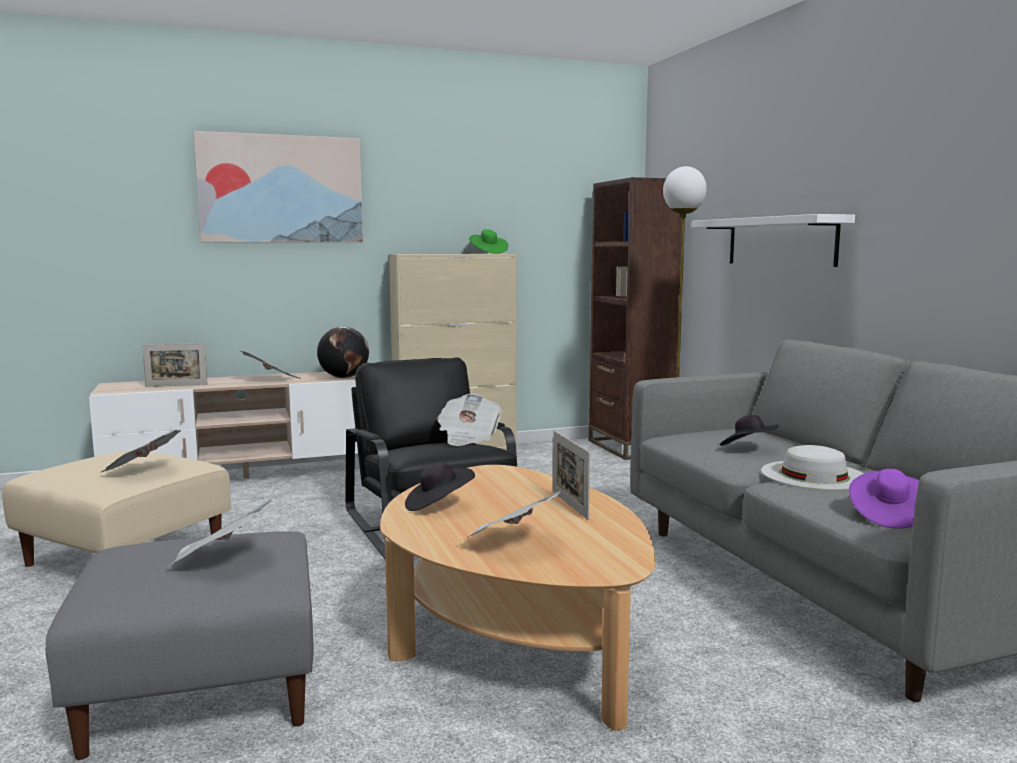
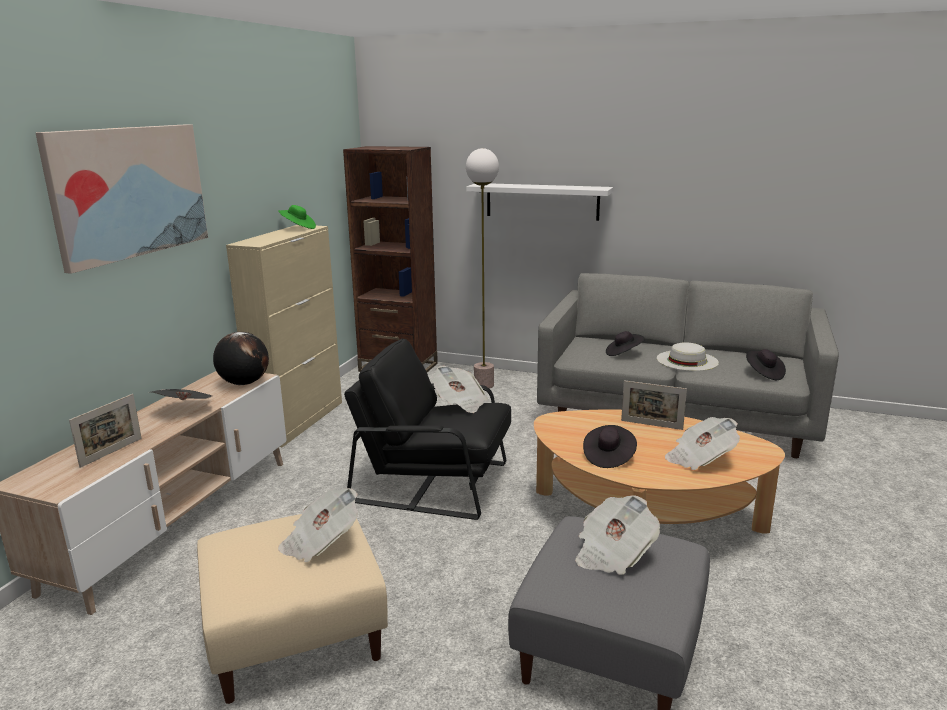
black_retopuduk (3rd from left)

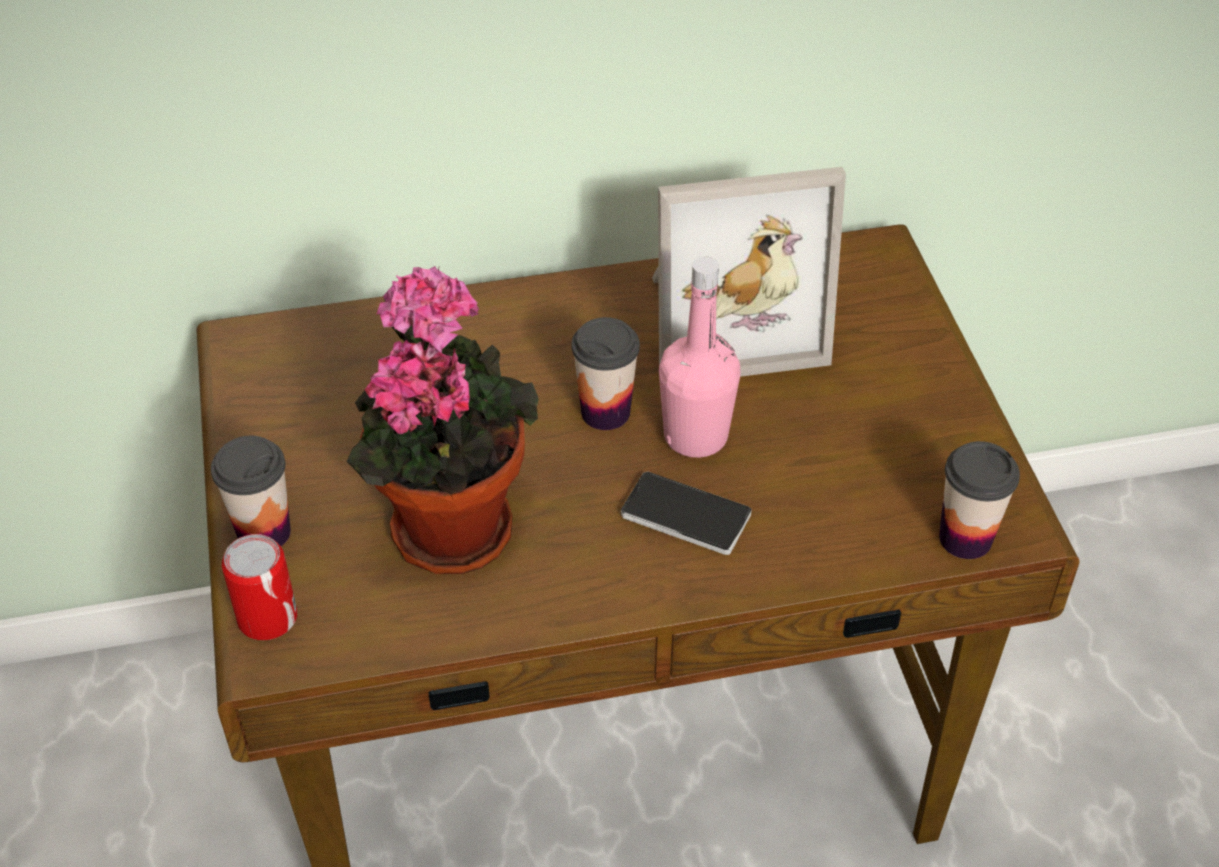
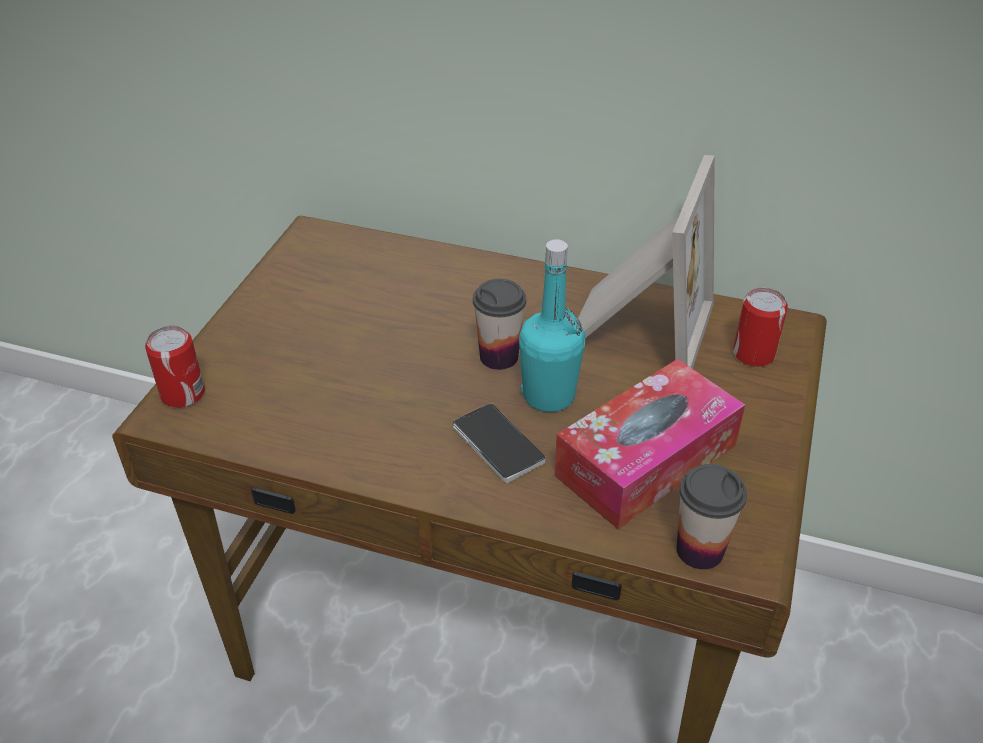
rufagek
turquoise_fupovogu
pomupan
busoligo (1st from left in the first image)
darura (2nd from left)
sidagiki

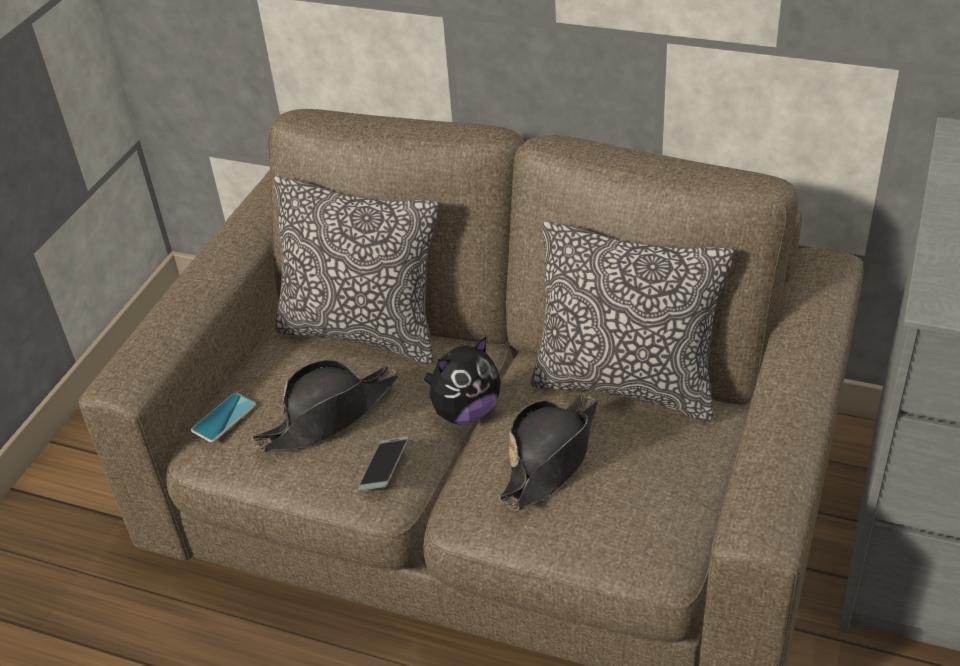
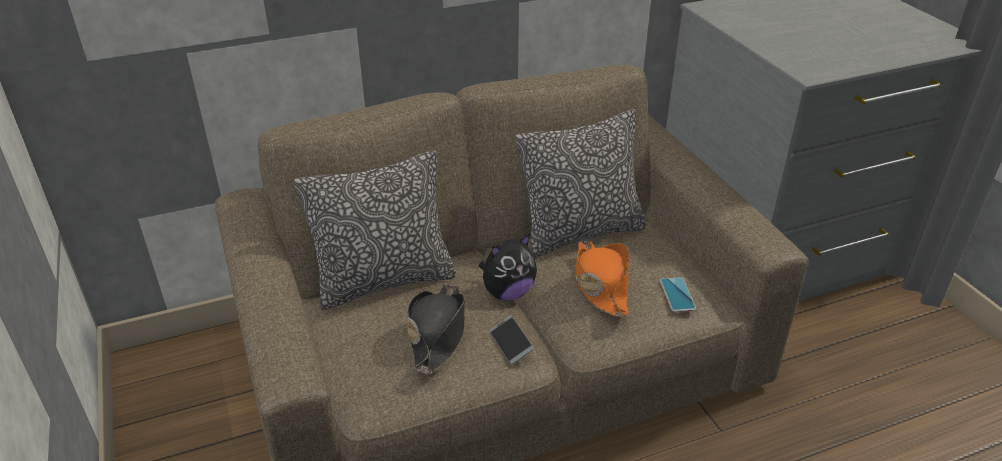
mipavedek
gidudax (2nd from left)
orange_retopuduk

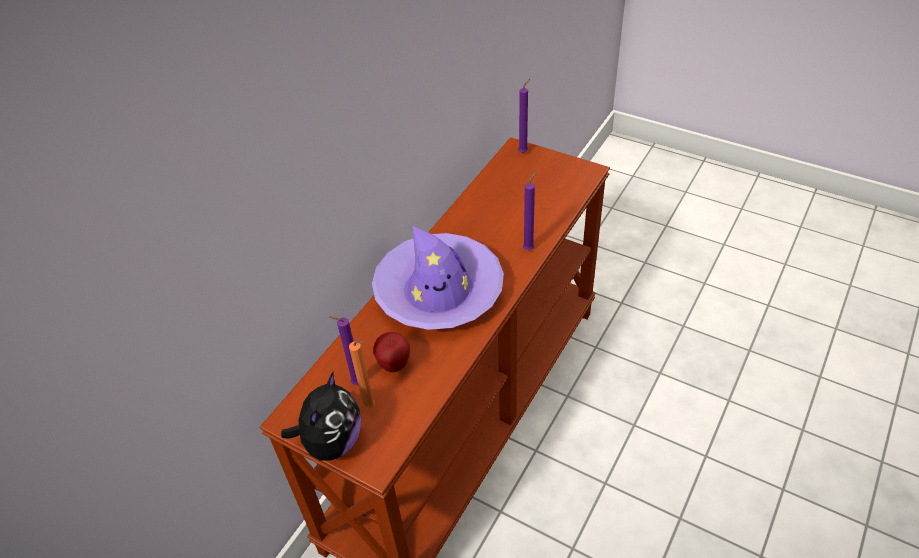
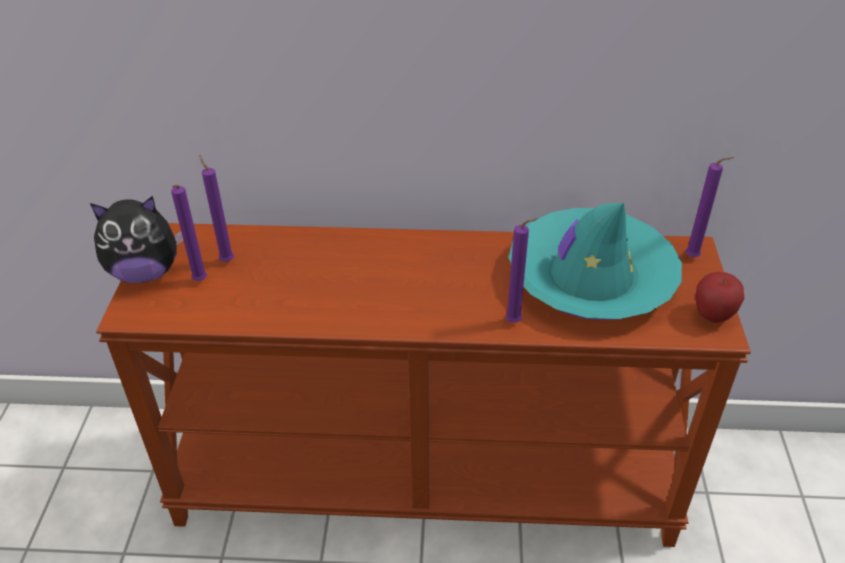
purple_retopuduk
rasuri
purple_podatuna (1st from left)
turquoise_retopuduk

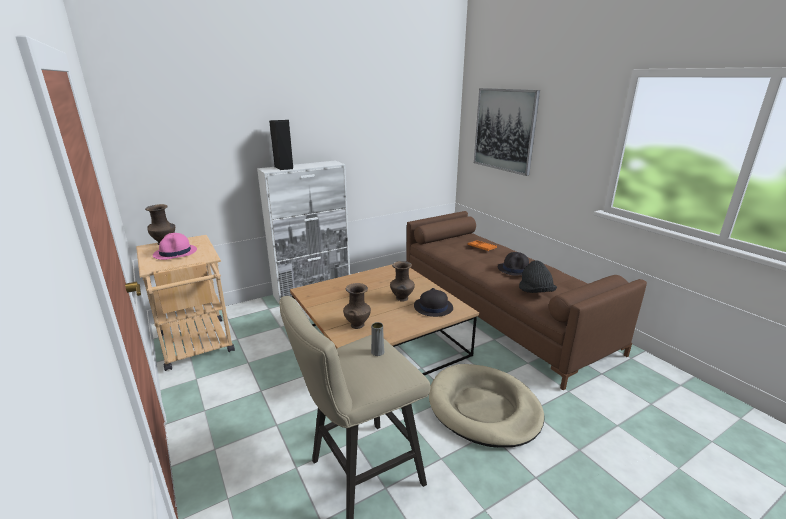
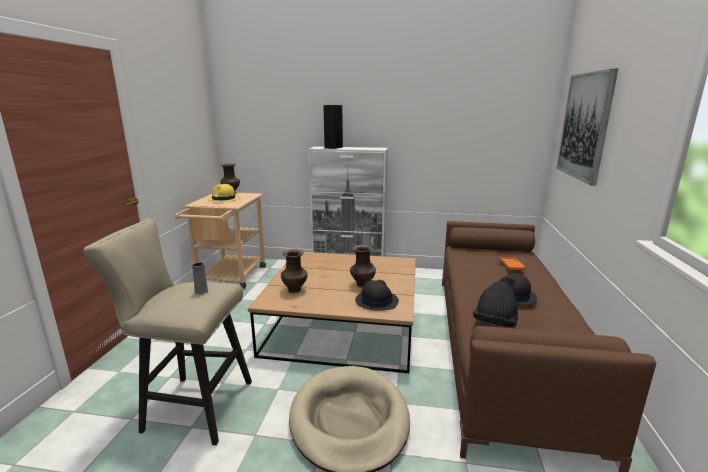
yellow_retopuduk

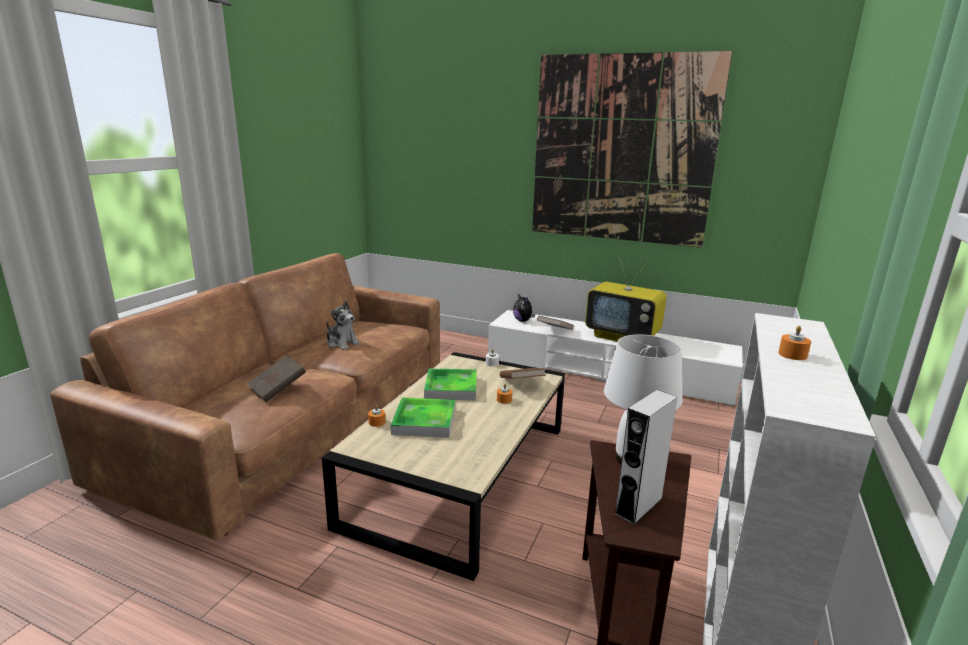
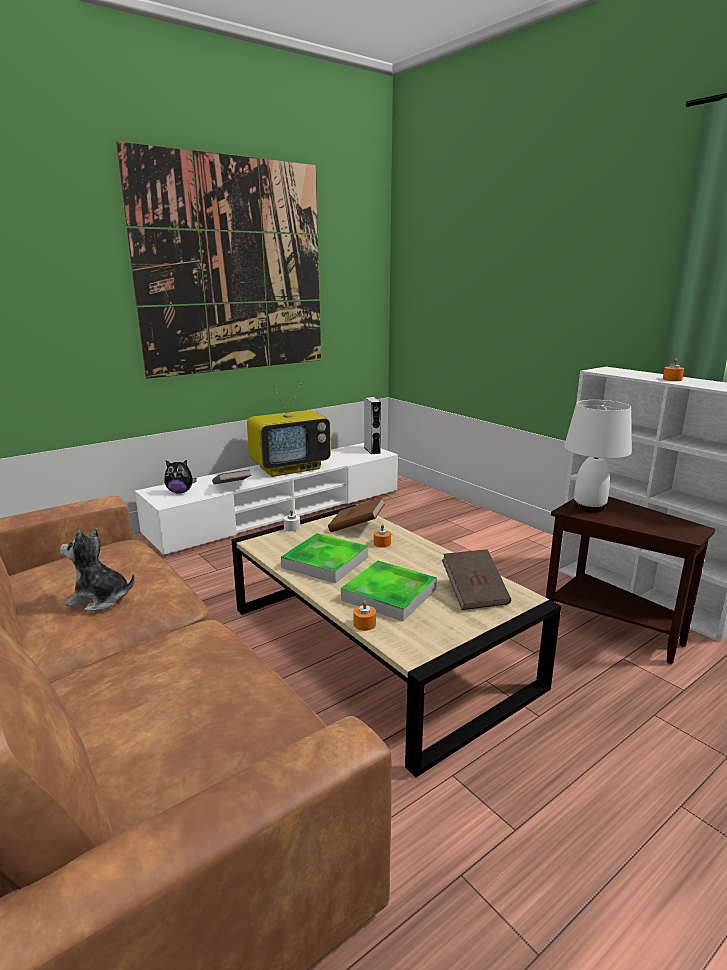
mipavedek (1st from left)
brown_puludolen (2nd from left)
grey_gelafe

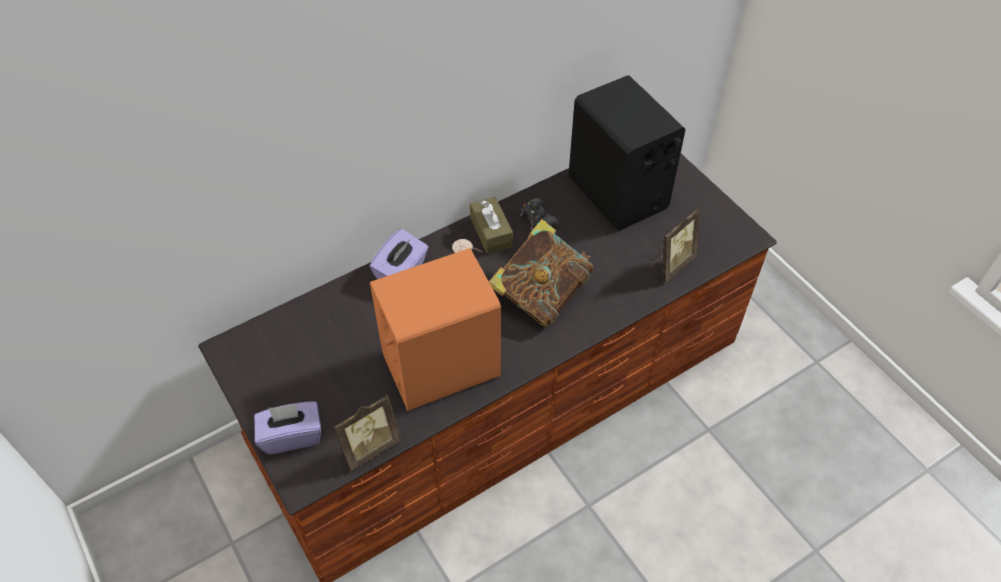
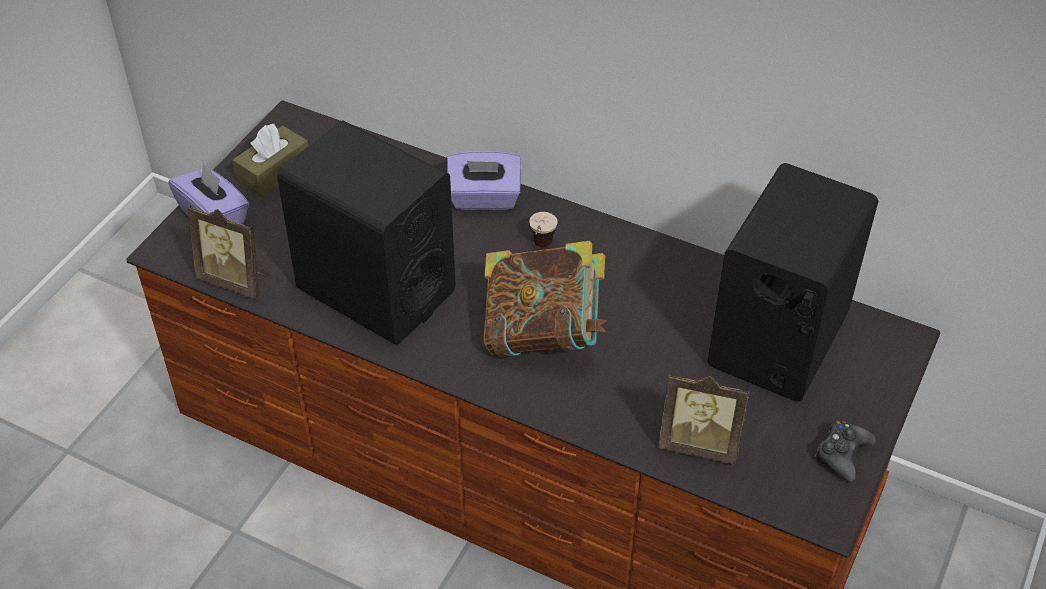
brown_sidagiki
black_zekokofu
black_gelafe (1st from left)

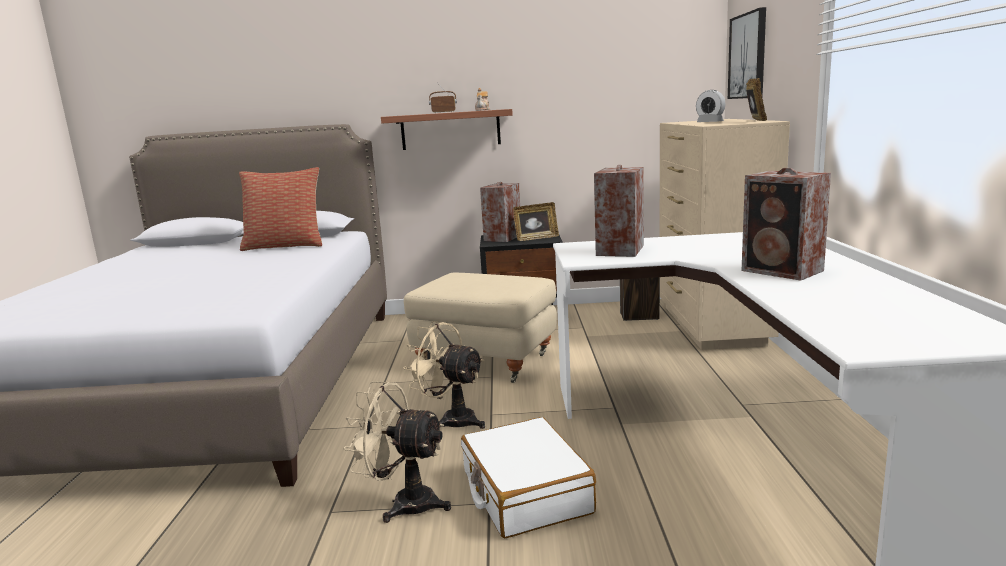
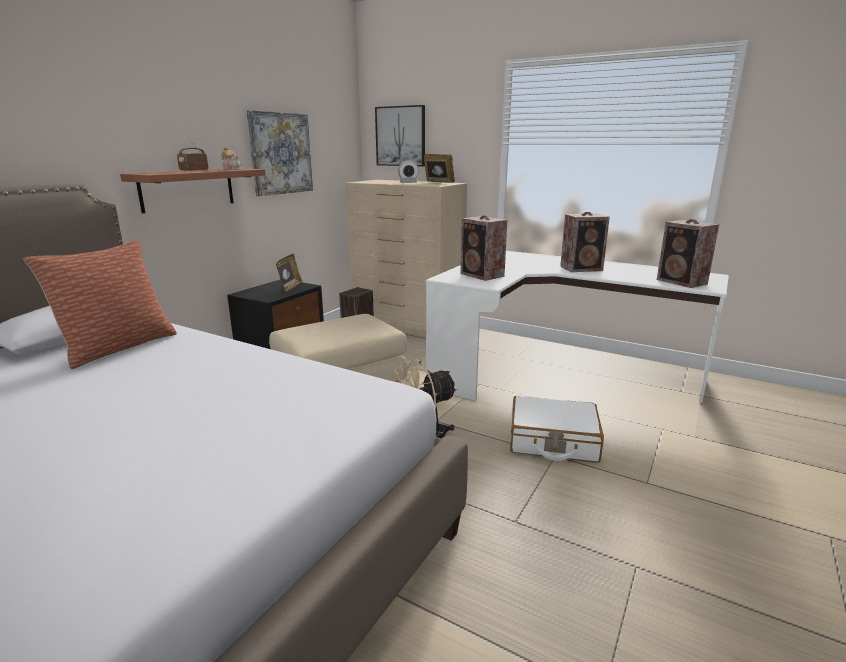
gelafe (4th from left)
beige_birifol (1st from left in the first image)
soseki (1st from left)

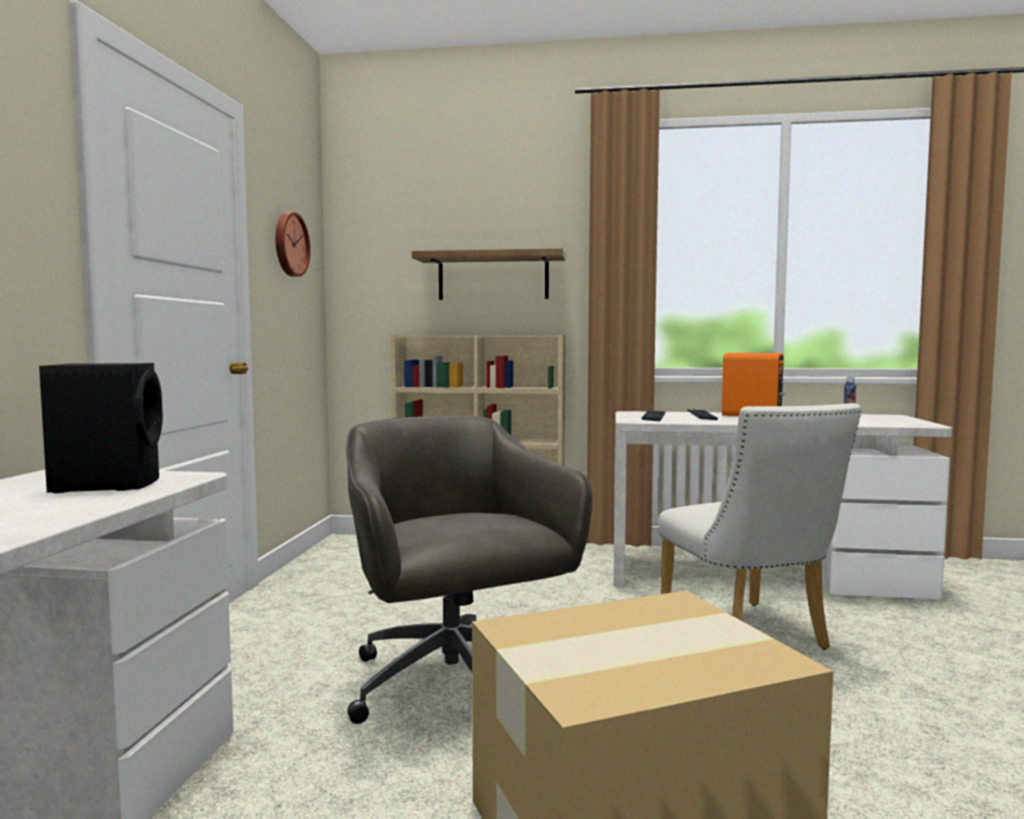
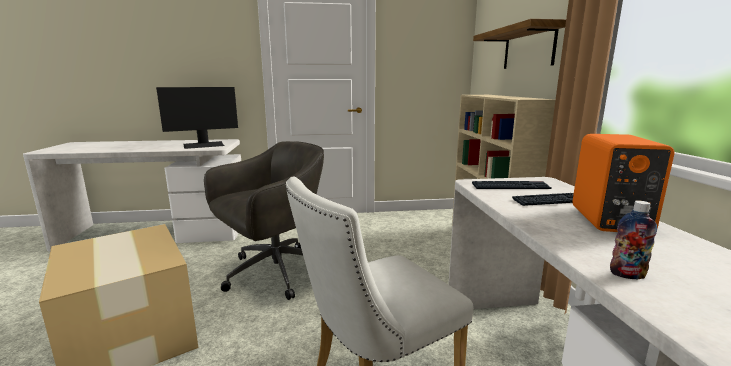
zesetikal
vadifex

